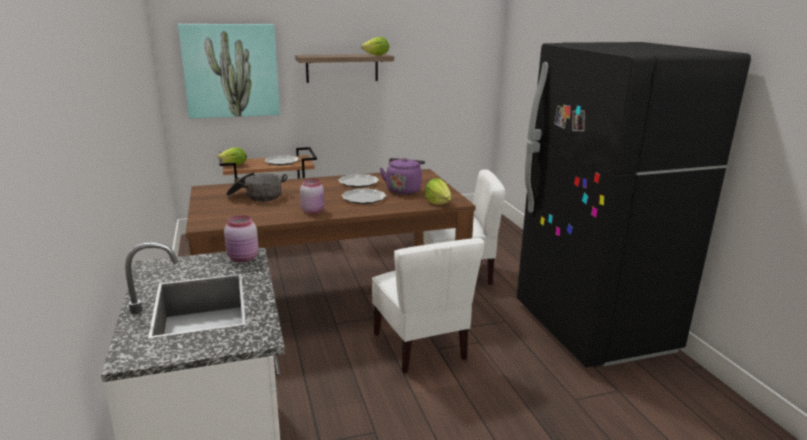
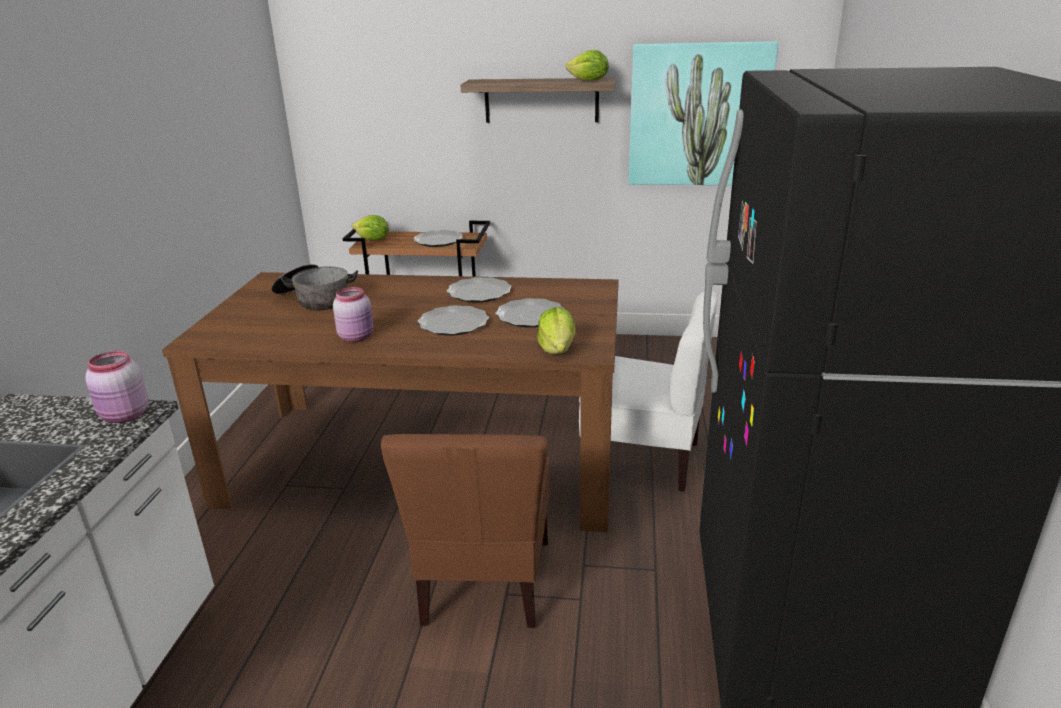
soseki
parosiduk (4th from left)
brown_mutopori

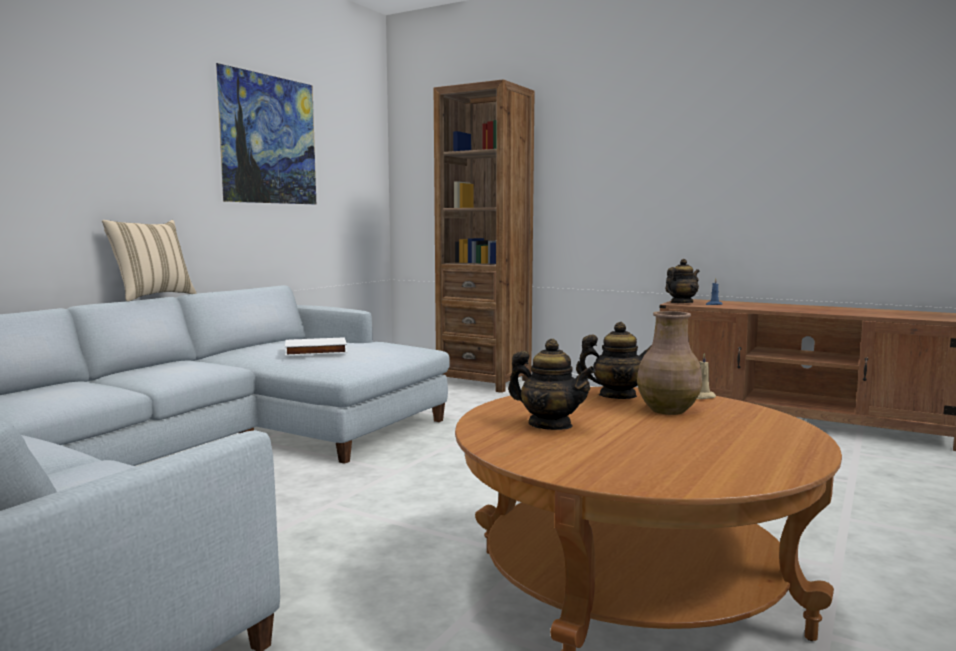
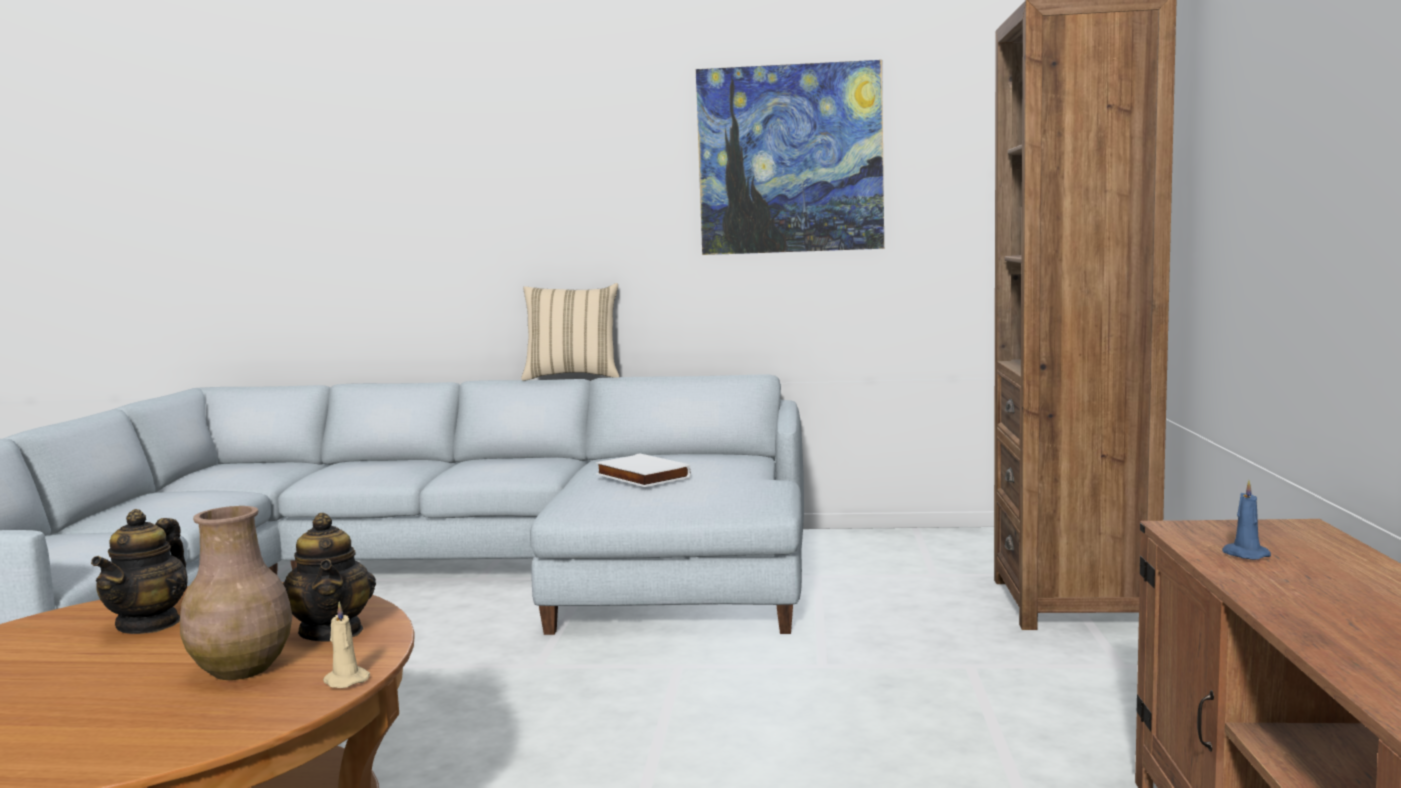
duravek (3rd from left in the first image)

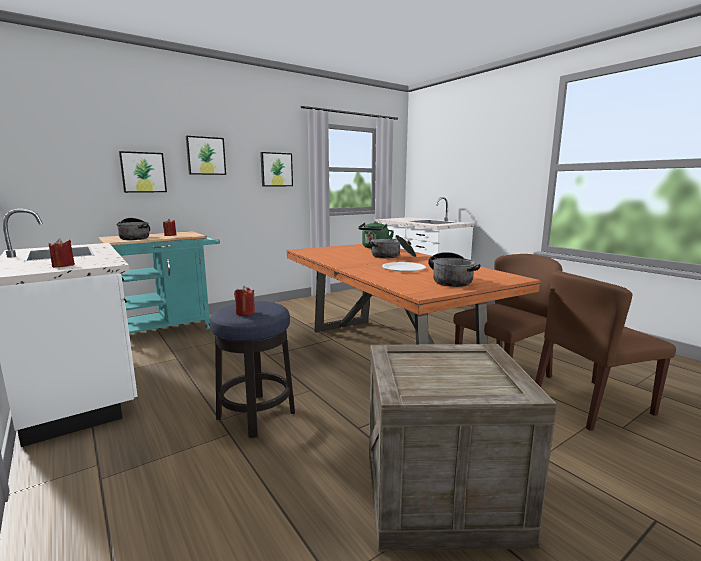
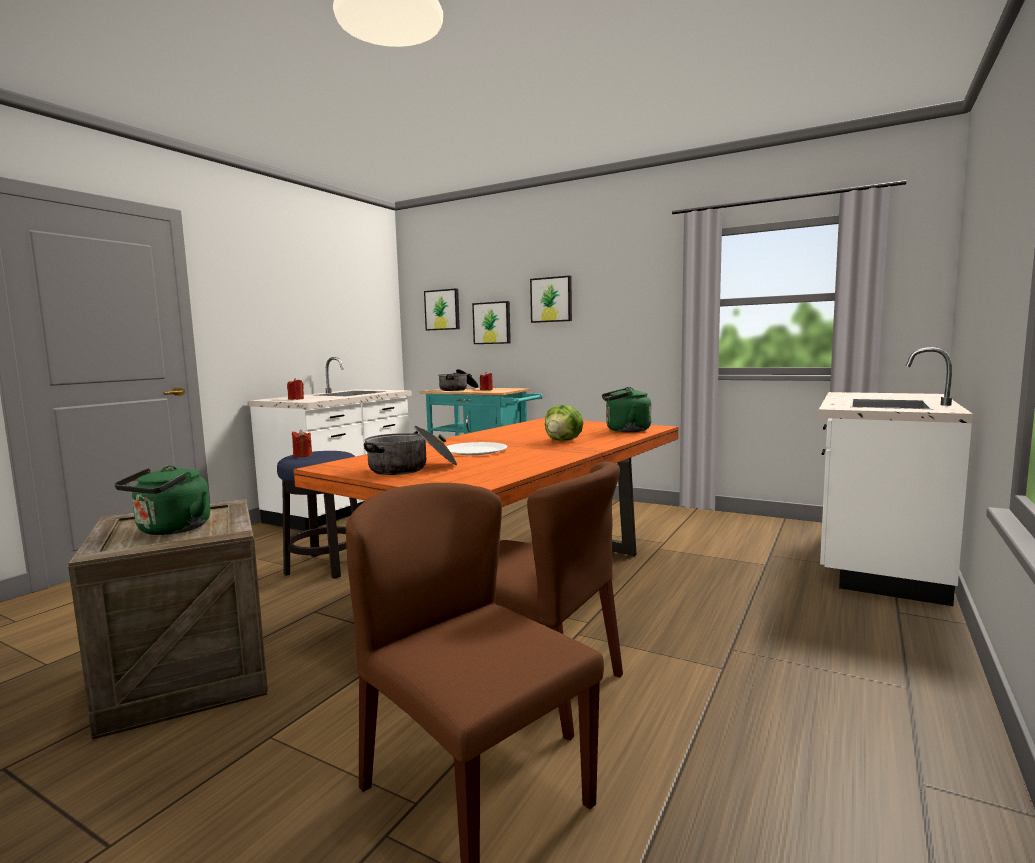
soseki (1st from left)
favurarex
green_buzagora (1st from left)

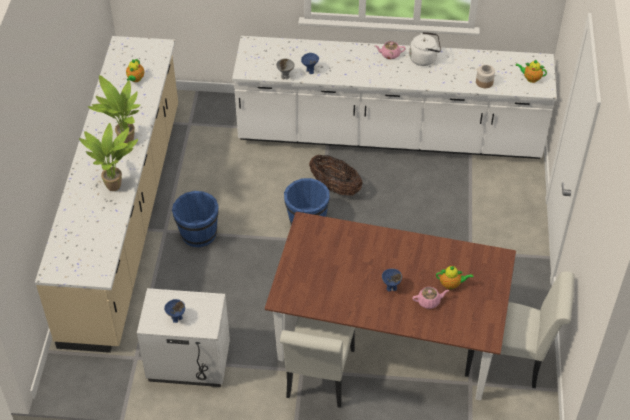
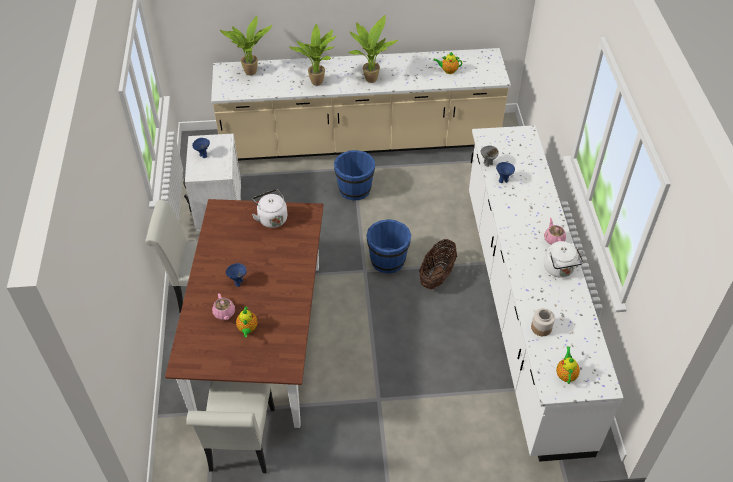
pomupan (1st from left)
white_buzagora (1st from left)

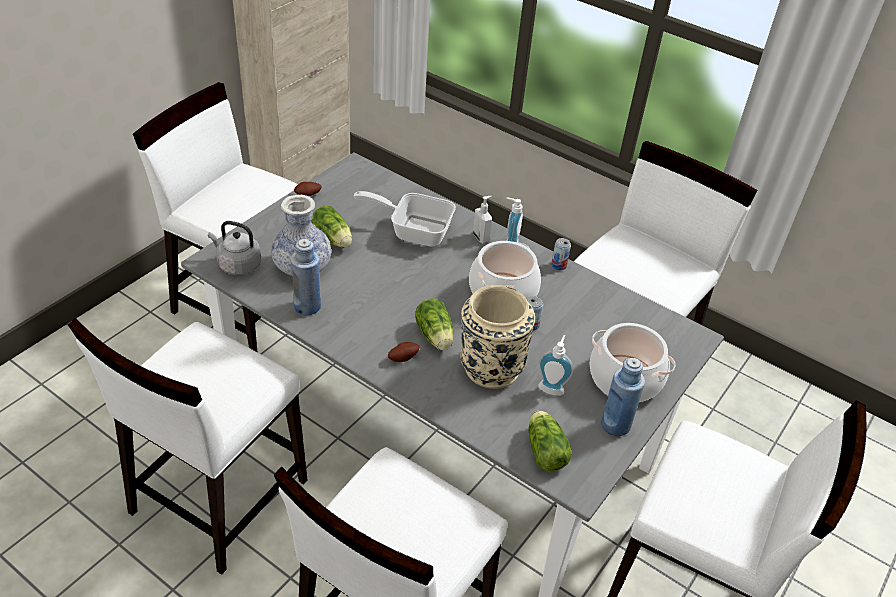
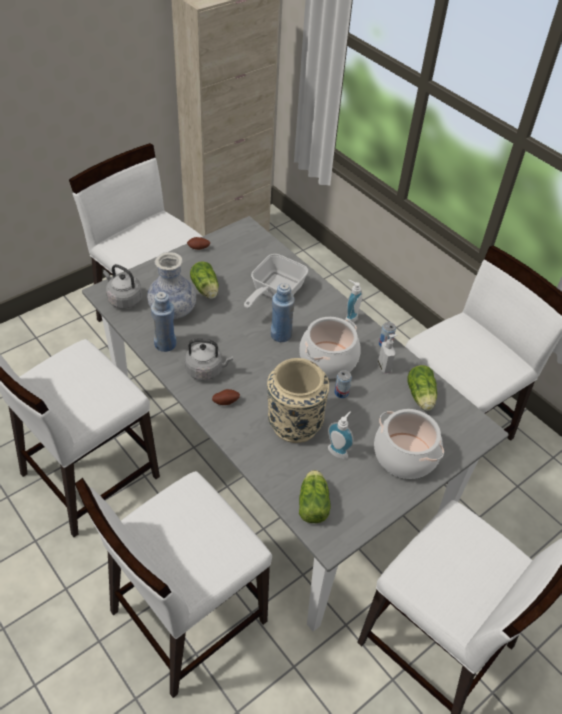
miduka
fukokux (3rd from left)
favurarex (3rd from left)
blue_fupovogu (2nd from left)
grey_buzagora (2nd from left)

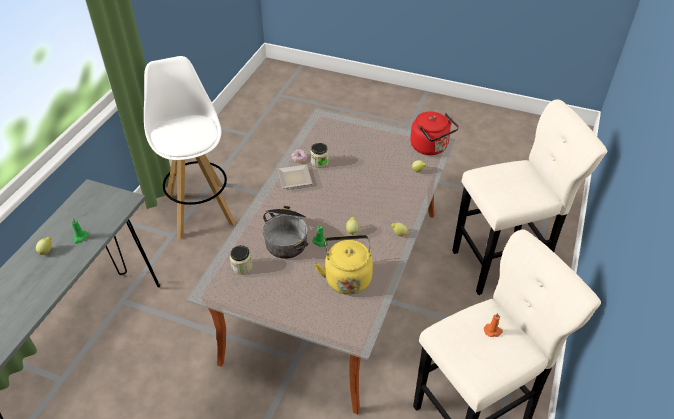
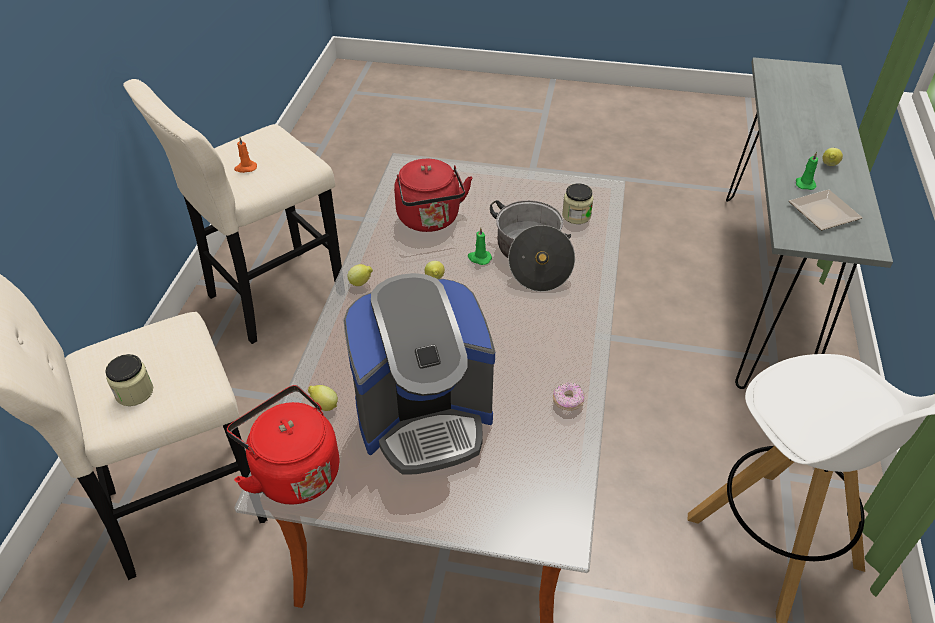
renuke (1st from left)
parosiduk
red_buzagora (2nd from left)
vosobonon

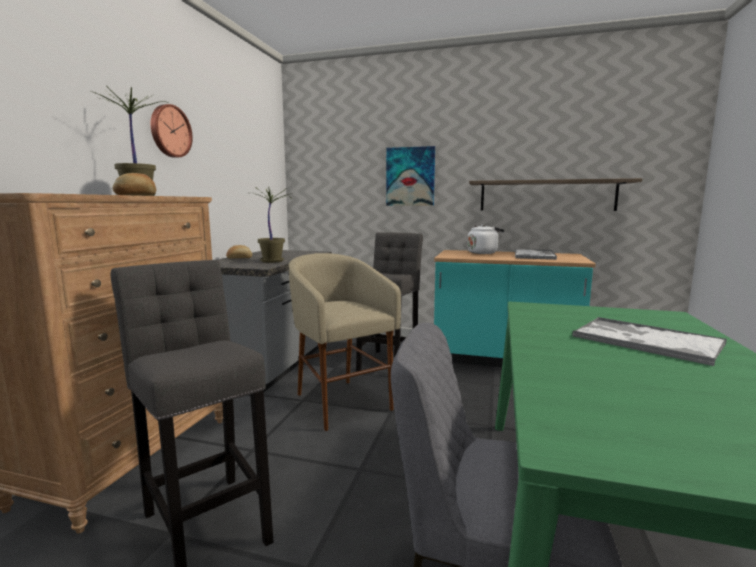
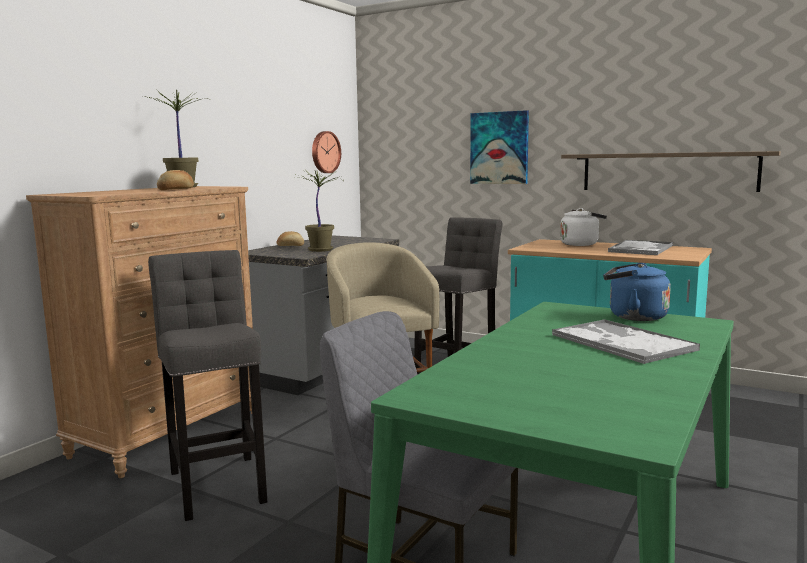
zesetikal
blue_buzagora

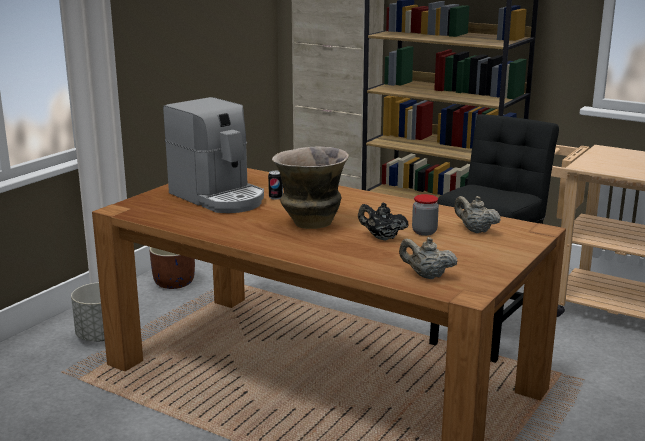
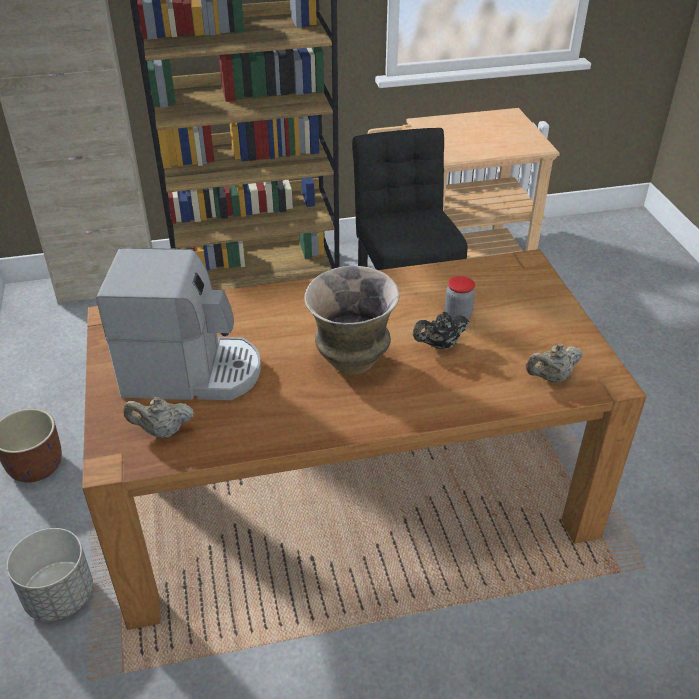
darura
beige_duravek (1st from left)

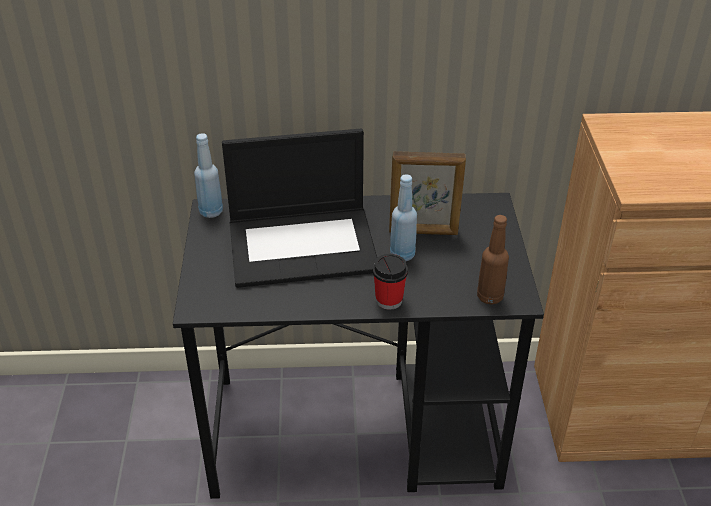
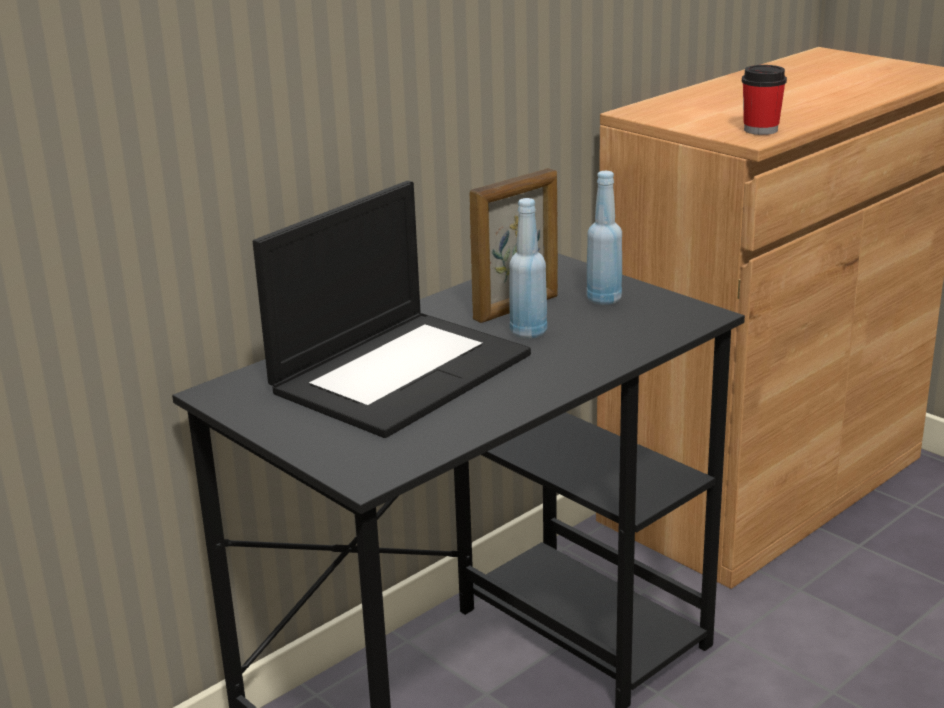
blue_fupovogu (2nd from left)
brown_fupovogu
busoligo

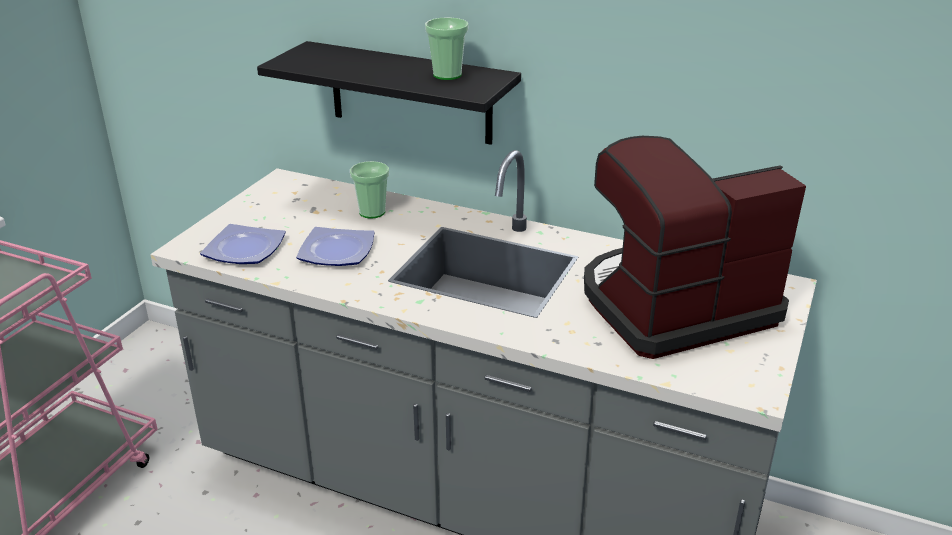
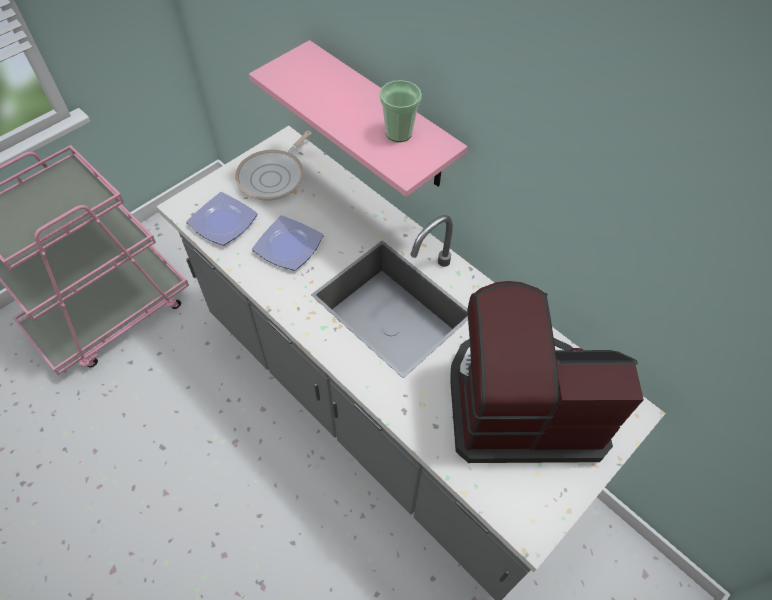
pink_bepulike
busoligo (1st from left in the first image)
miduka

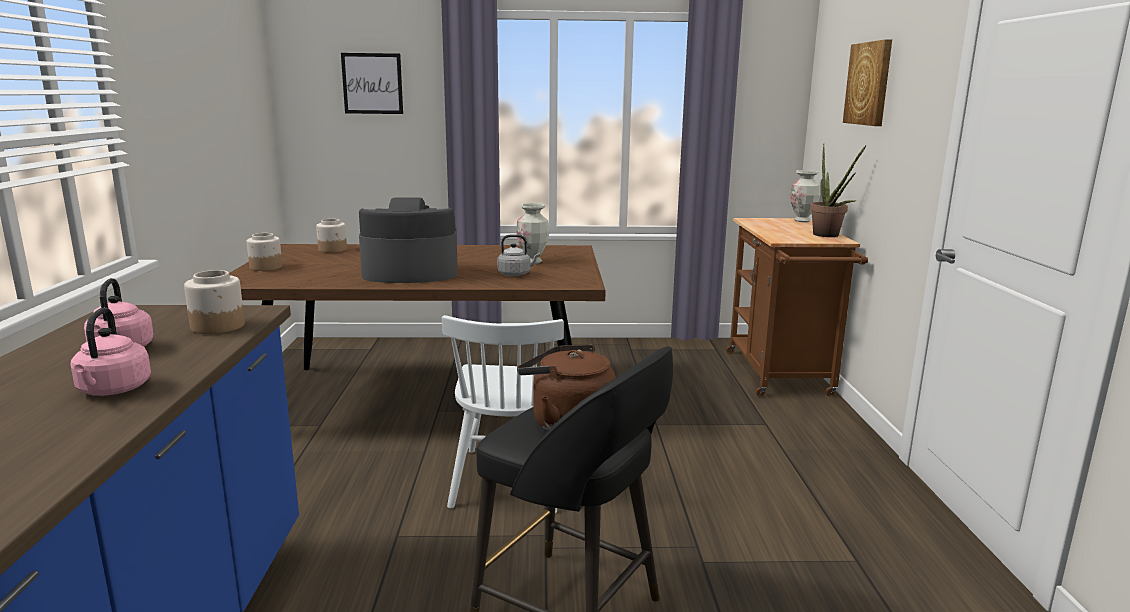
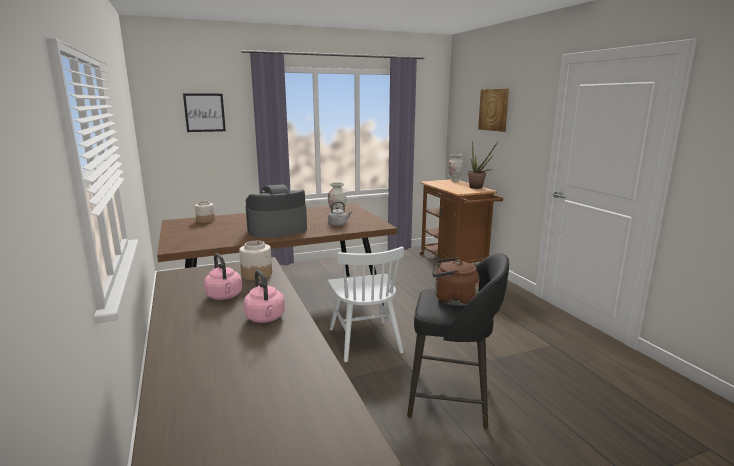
renuke (2nd from left in the first image)

